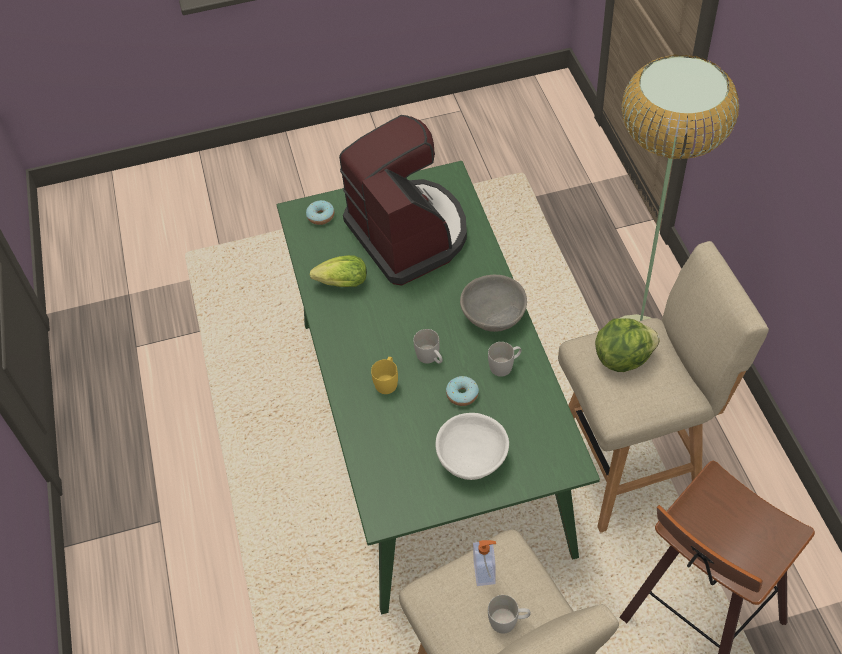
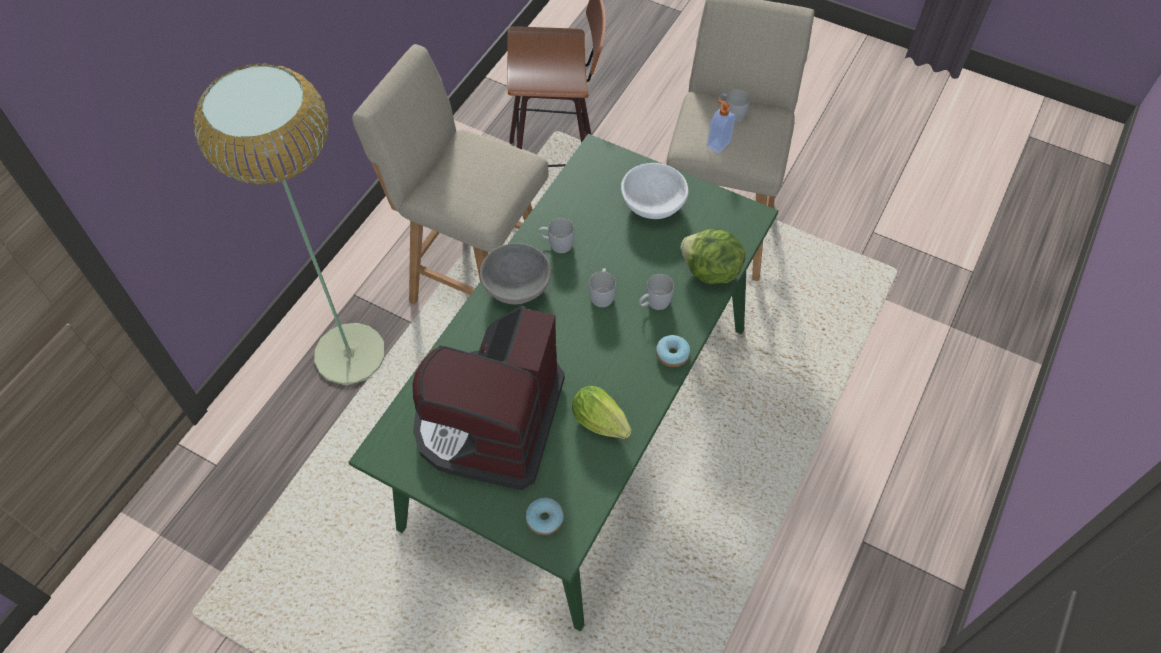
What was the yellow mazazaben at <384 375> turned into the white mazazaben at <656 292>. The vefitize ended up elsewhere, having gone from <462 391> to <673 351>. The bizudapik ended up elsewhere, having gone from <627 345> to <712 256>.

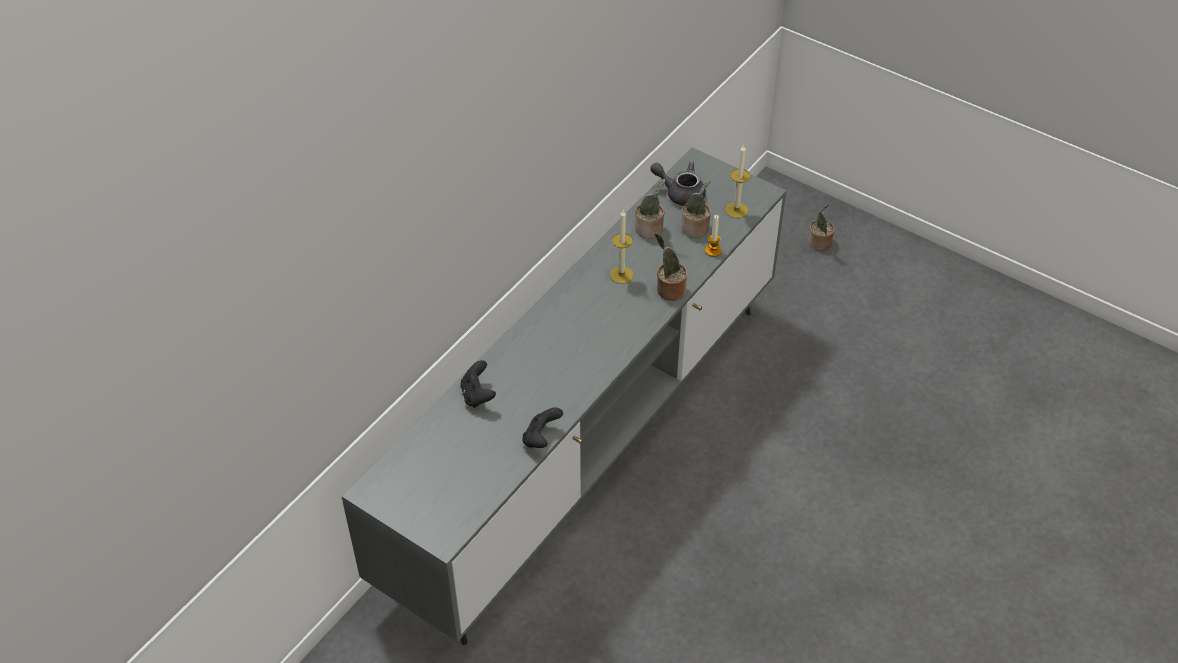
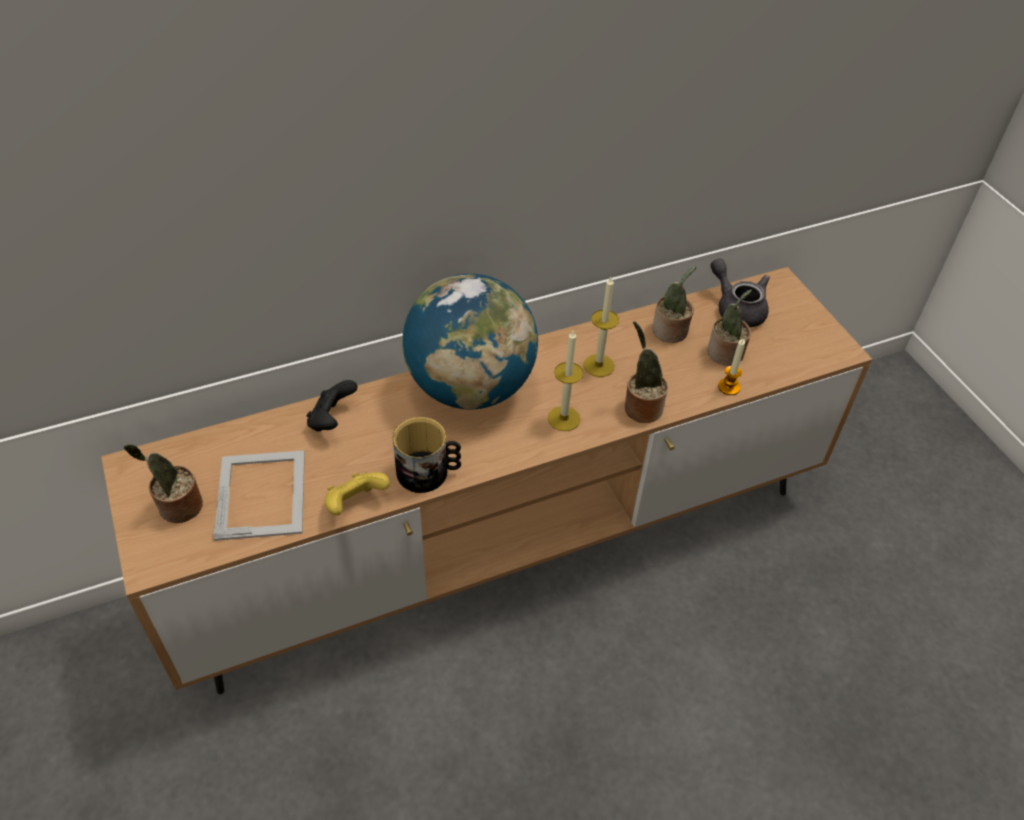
What was the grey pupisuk at <563 396> turned into the brown pupisuk at <486 480>. What was the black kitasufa at <542 427> turned into the yellow kitasufa at <357 493>. The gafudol ended up elsewhere, having gone from <737 181> to <566 380>. The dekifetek ended up elsewhere, having gone from <821 227> to <163 483>. The second view gained the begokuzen at <259 496>. The second view gained the mazazaben at <427 455>. The second view gained the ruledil at <470 342>.

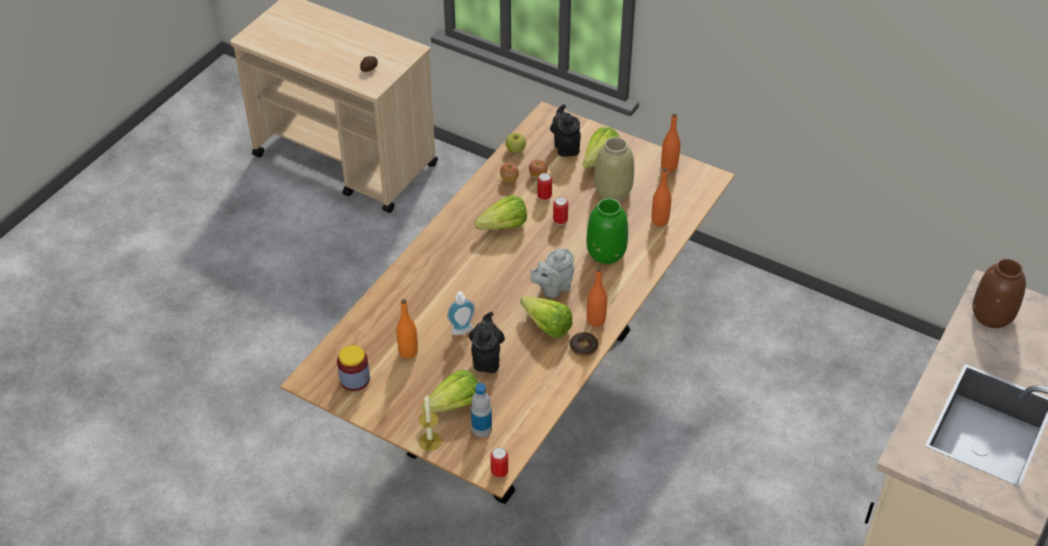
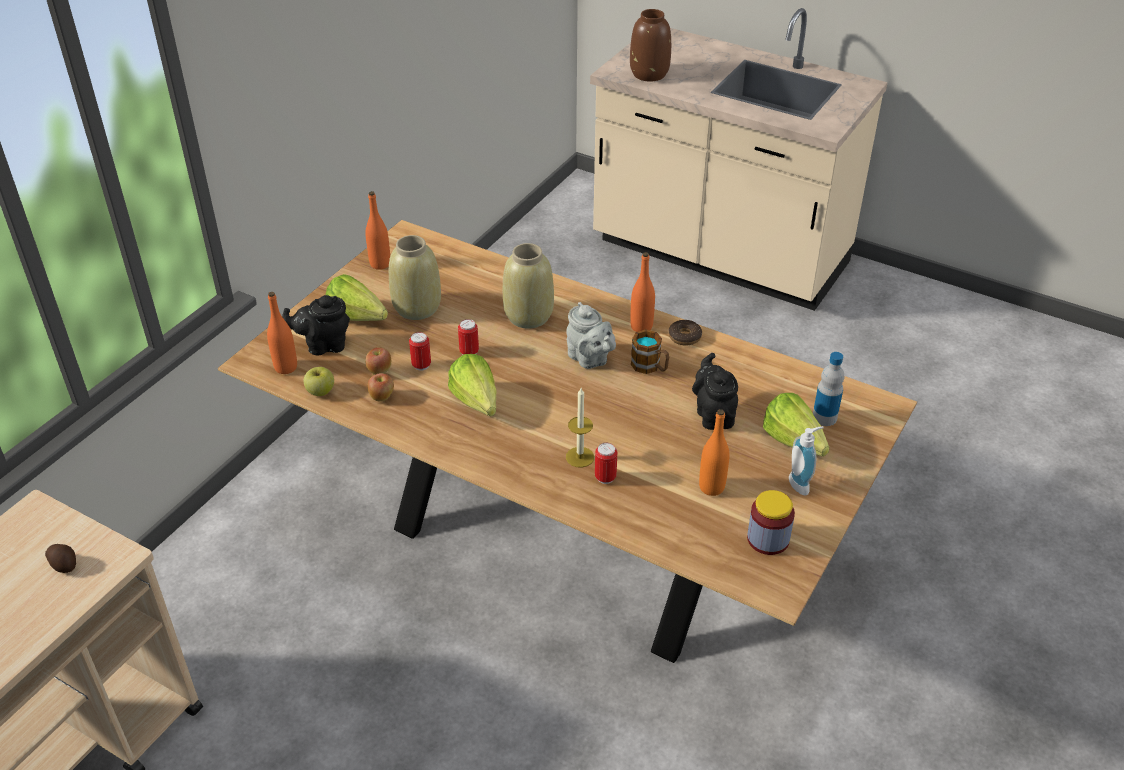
The gafudol ended up elsewhere, having gone from <430 422> to <580 428>. The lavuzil ended up elsewhere, having gone from <461 313> to <806 460>. The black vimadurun at <487 342> ended up facing another way, 75 degrees clockwise from before. The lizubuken ended up elsewhere, having gone from <499 462> to <606 463>. Where the bizudapik stood at <546 317>, the mazazaben came to stand at <650 351>. What was the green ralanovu at <607 231> turned into the beige ralanovu at <528 286>. The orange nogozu ended up elsewhere, having gone from <661 197> to <282 333>.

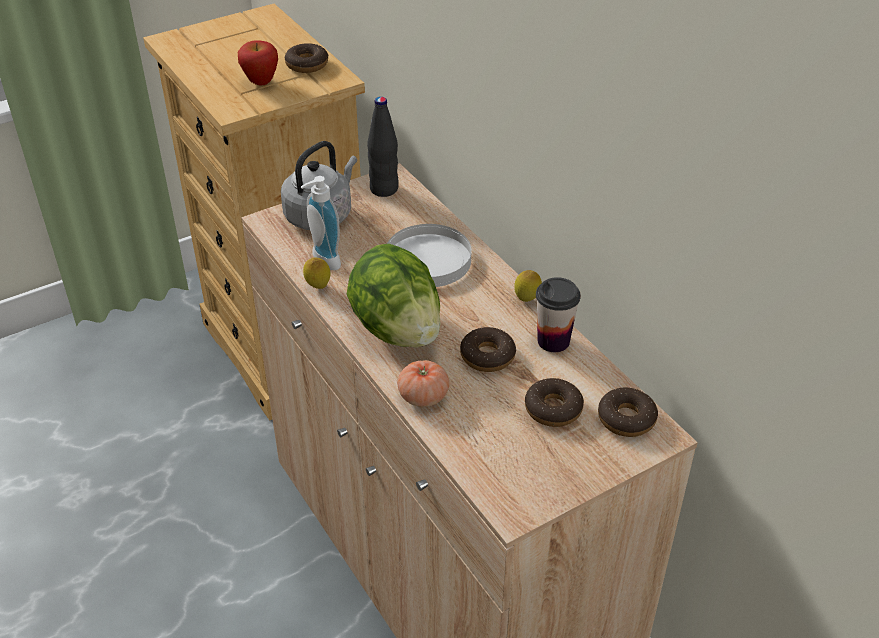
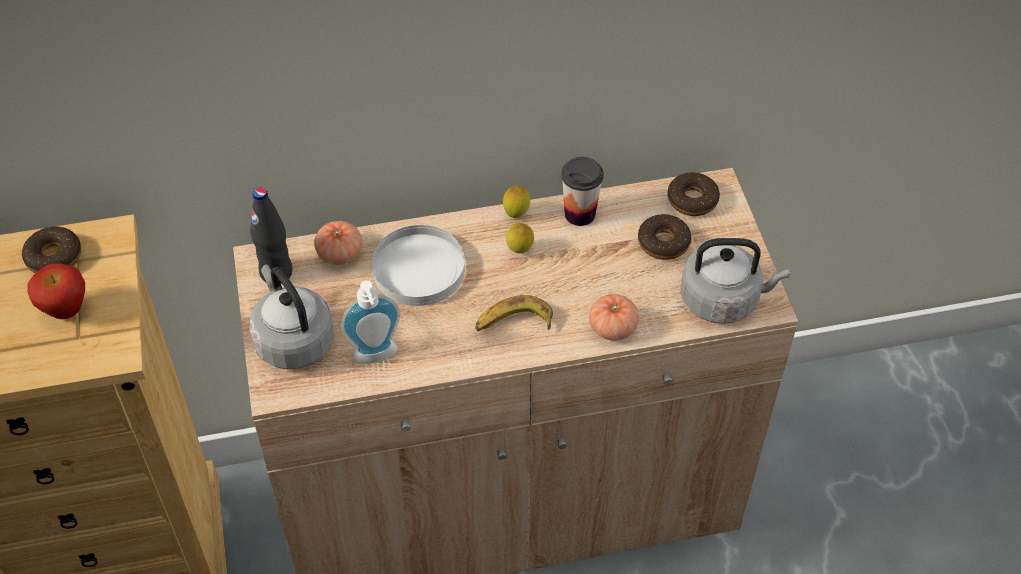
The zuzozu ended up elsewhere, having gone from <317 273> to <520 238>. Where the bizudapik stood at <394 296>, the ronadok came to stand at <514 313>. The second view lost the vefitize at <488 349>. The second view gained the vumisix at <338 243>. The second view gained the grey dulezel at <735 281>.

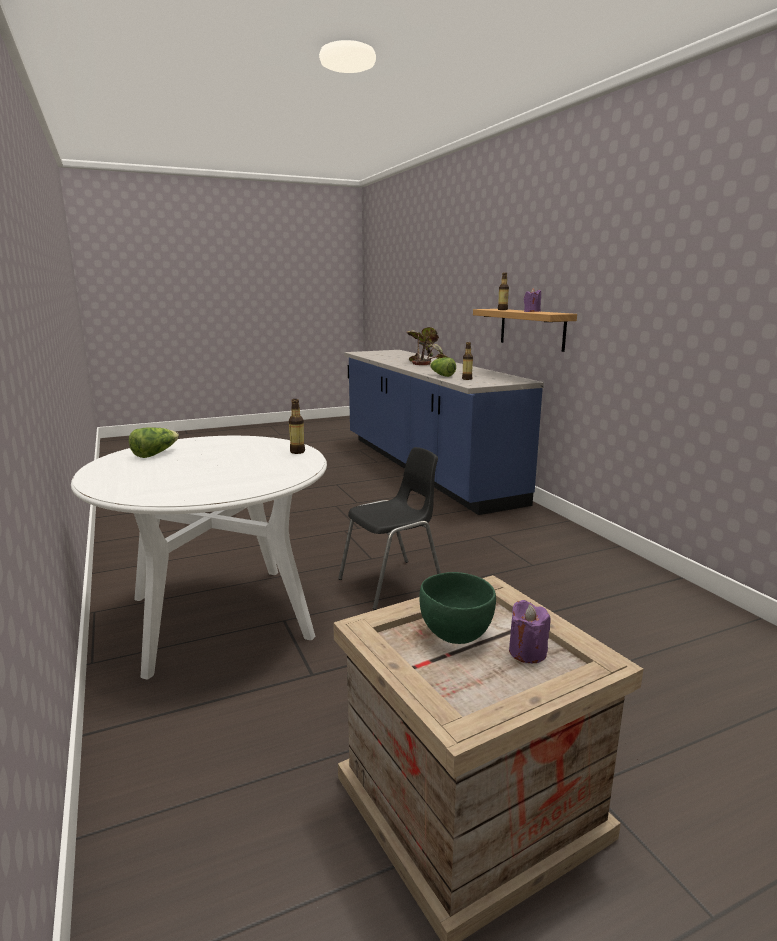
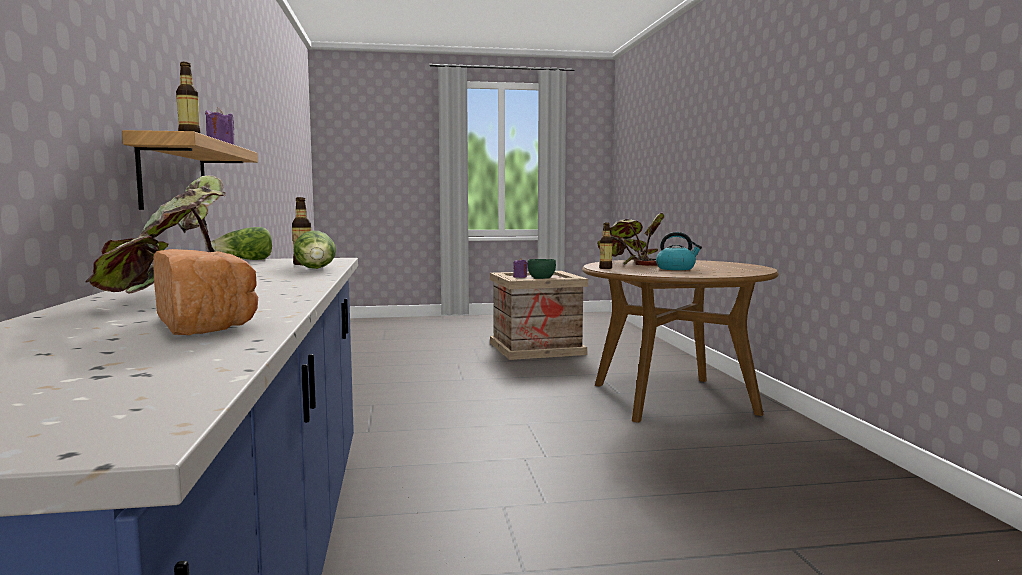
What was the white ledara at <199 558> turned into the brown ledara at <680 341>. The bizudapik ended up elsewhere, having gone from <154 442> to <241 243>. The second view lost the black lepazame at <389 528>. The second view gained the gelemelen at <205 292>. The second view gained the dekifetek at <630 239>. The second view gained the dulezel at <679 251>.

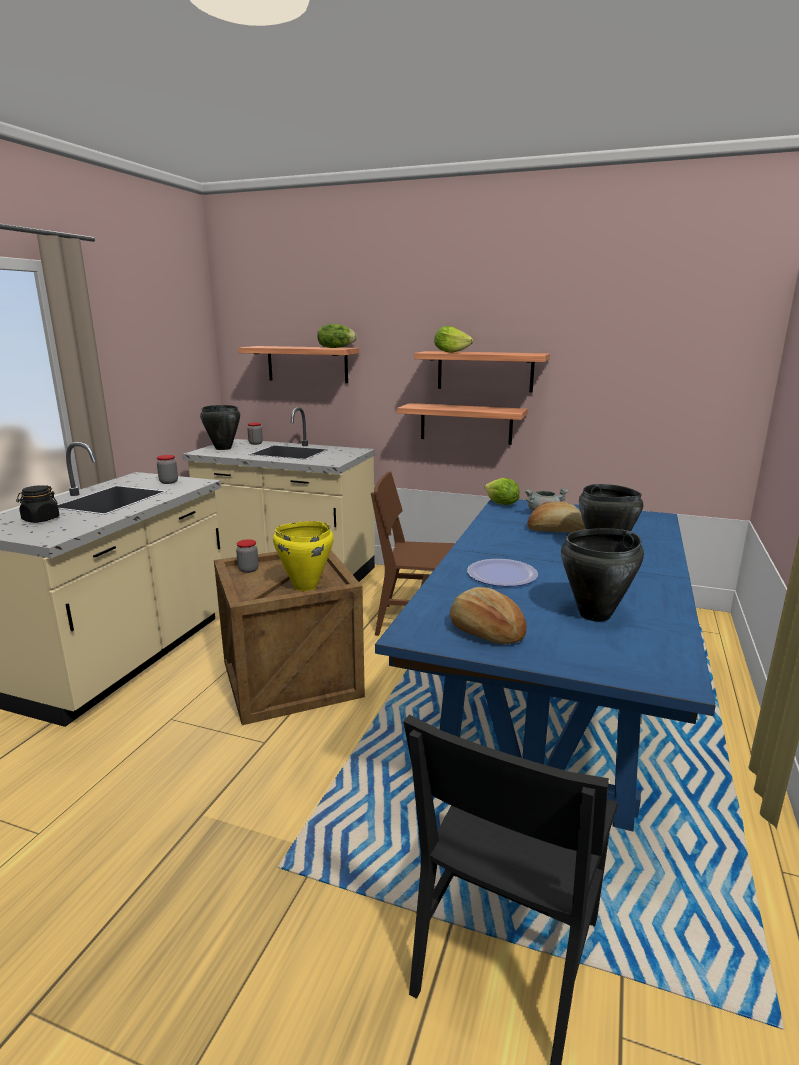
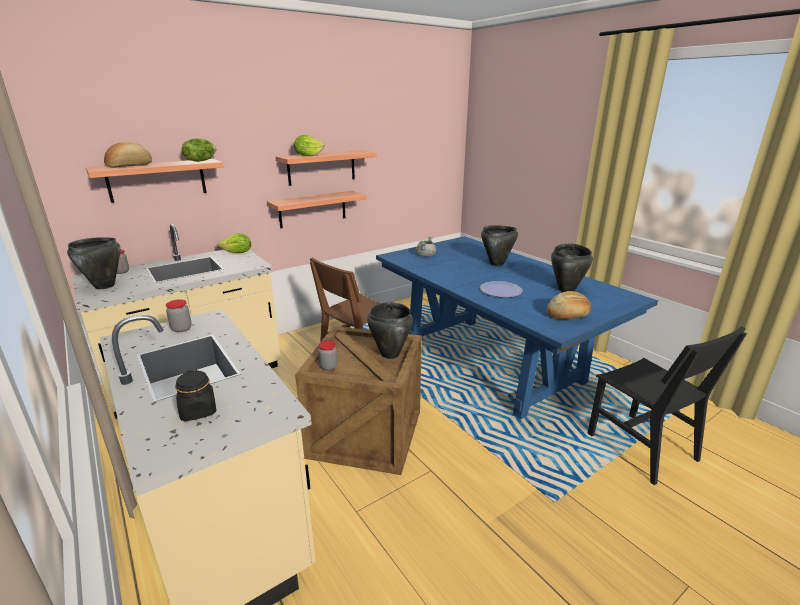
What was the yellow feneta at <303 556> turned into the black feneta at <390 330>. The bizudapik ended up elsewhere, having gone from <502 491> to <234 243>. The gelemelen ended up elsewhere, having gone from <556 517> to <128 155>.

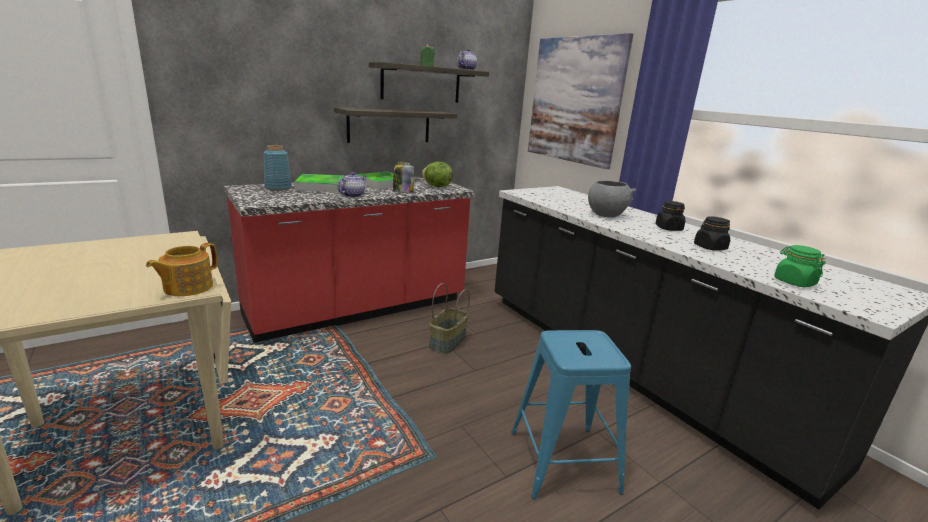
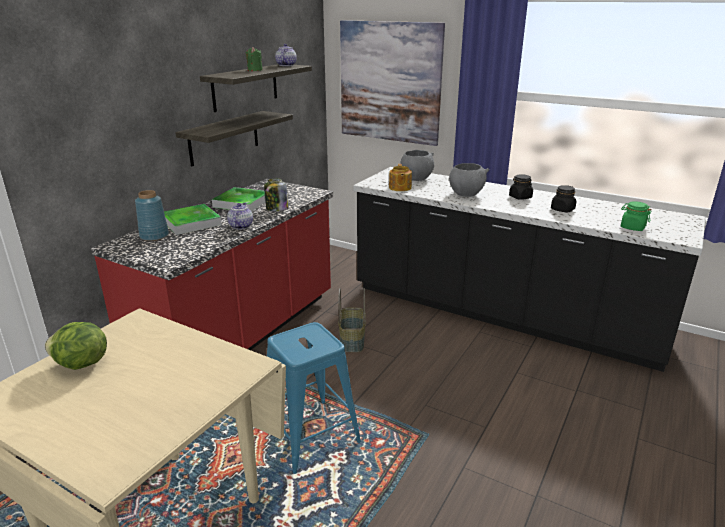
The vimadurun ended up elsewhere, having gone from <182 269> to <400 177>. The bizudapik ended up elsewhere, having gone from <437 174> to <76 346>. The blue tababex ended up elsewhere, having gone from <571 414> to <314 398>. The second view gained the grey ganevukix at <417 165>.

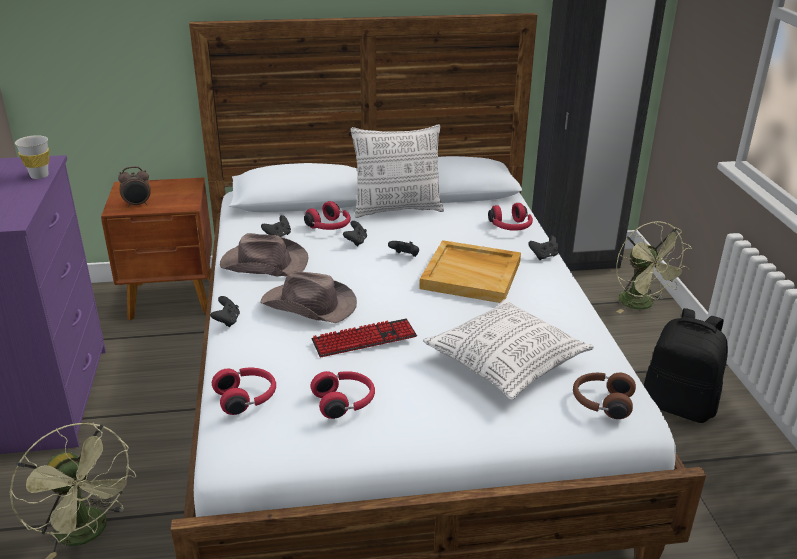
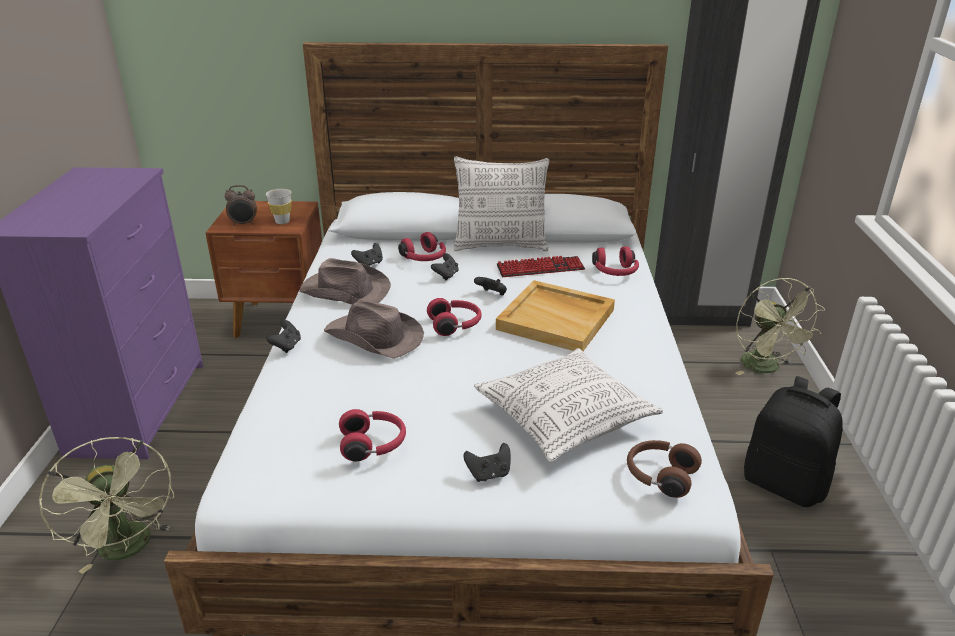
The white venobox ended up elsewhere, having gone from <32 157> to <279 206>. The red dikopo ended up elsewhere, having gone from <244 391> to <454 317>. The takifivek ended up elsewhere, having gone from <364 338> to <541 266>. The black kitasufa ended up elsewhere, having gone from <543 247> to <487 462>.

